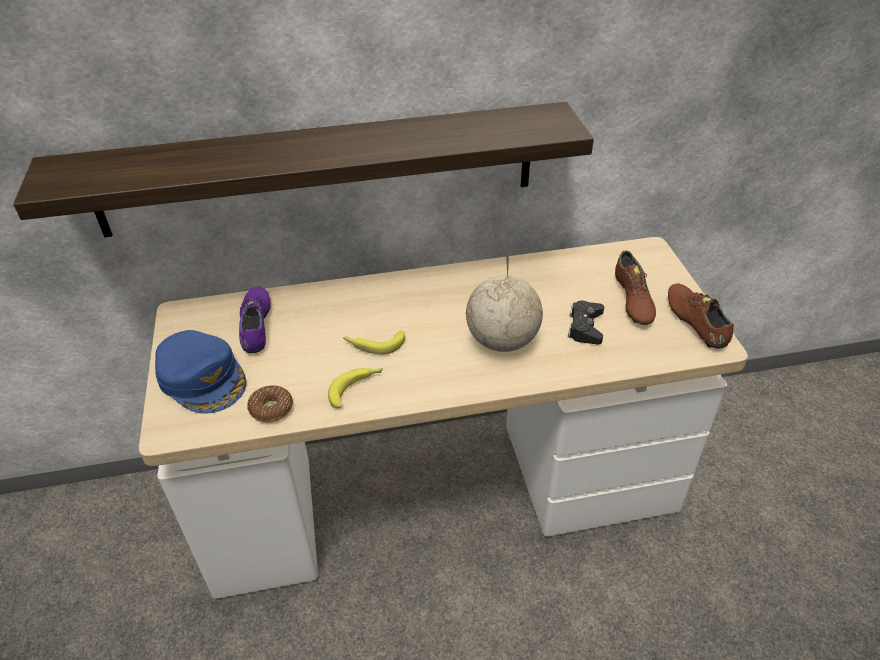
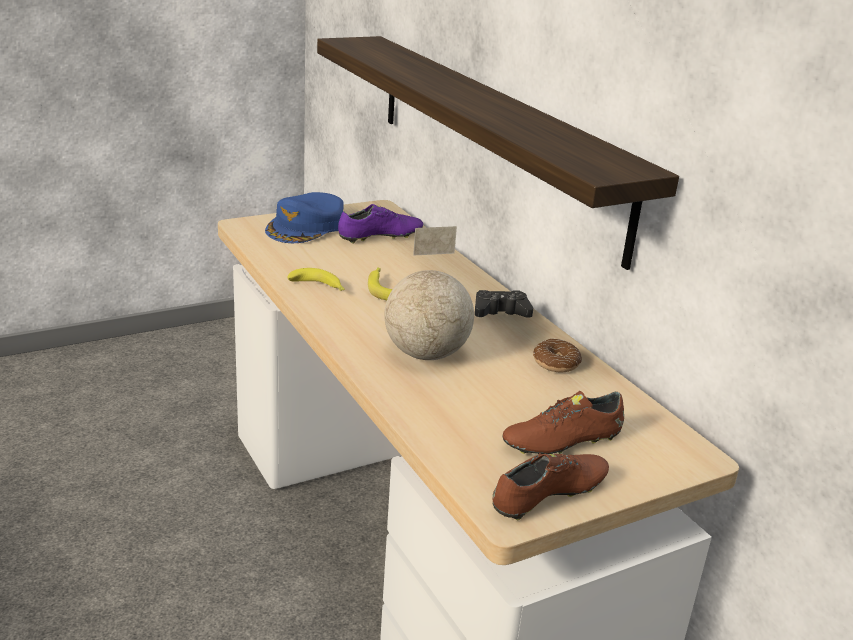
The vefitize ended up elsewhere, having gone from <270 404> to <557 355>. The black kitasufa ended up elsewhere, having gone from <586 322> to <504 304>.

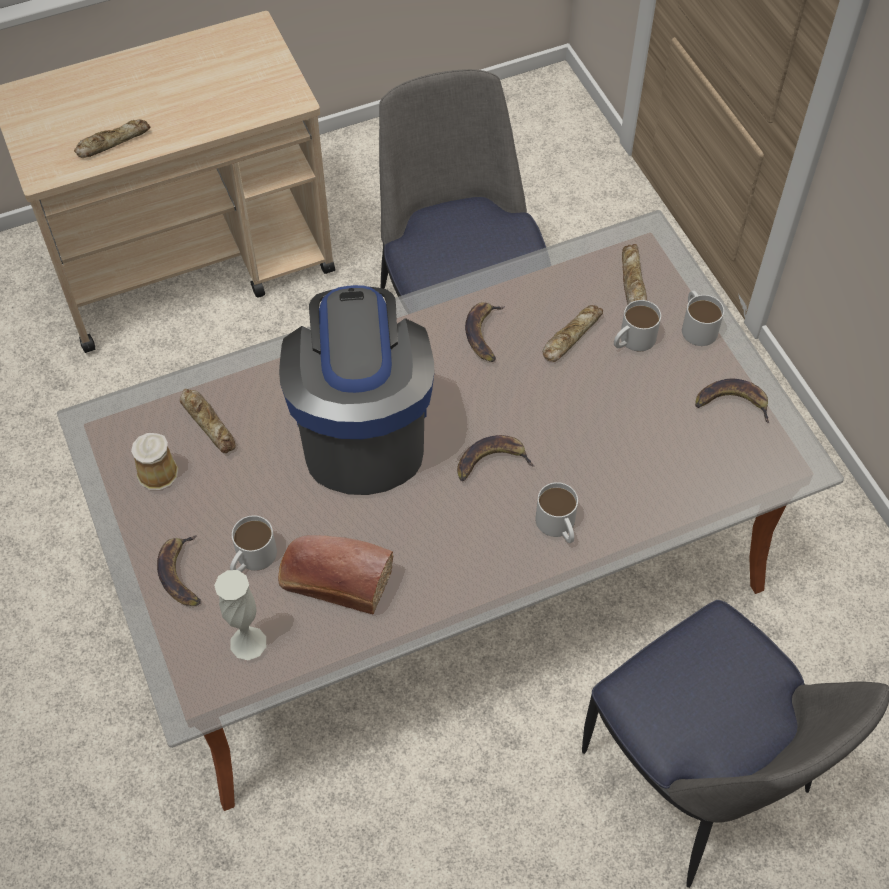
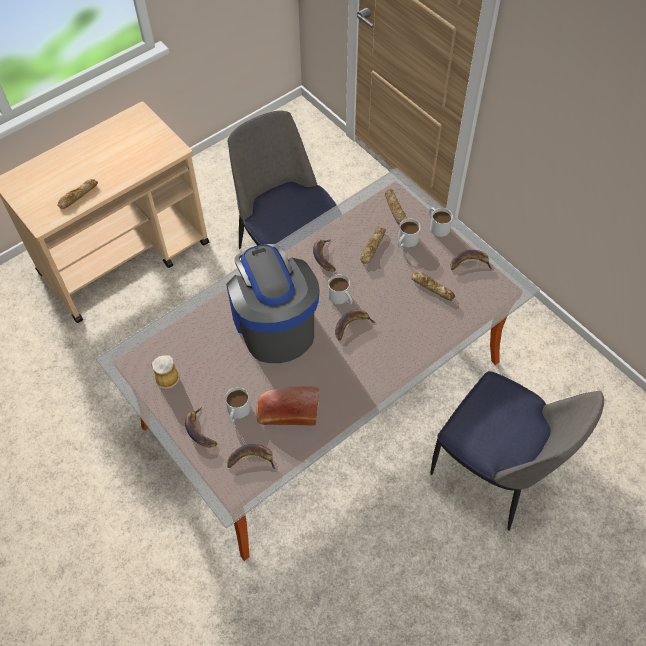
The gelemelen ended up elsewhere, having gone from <208 421> to <433 286>. Where the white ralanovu stood at <240 615>, the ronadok came to stand at <251 456>. The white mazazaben ended up elsewhere, having gone from <556 512> to <340 289>.

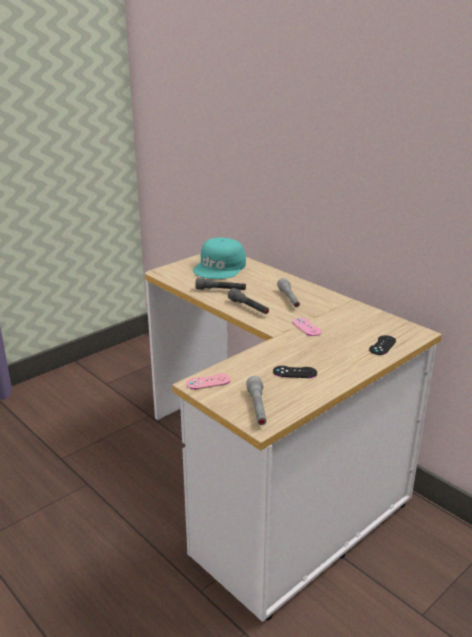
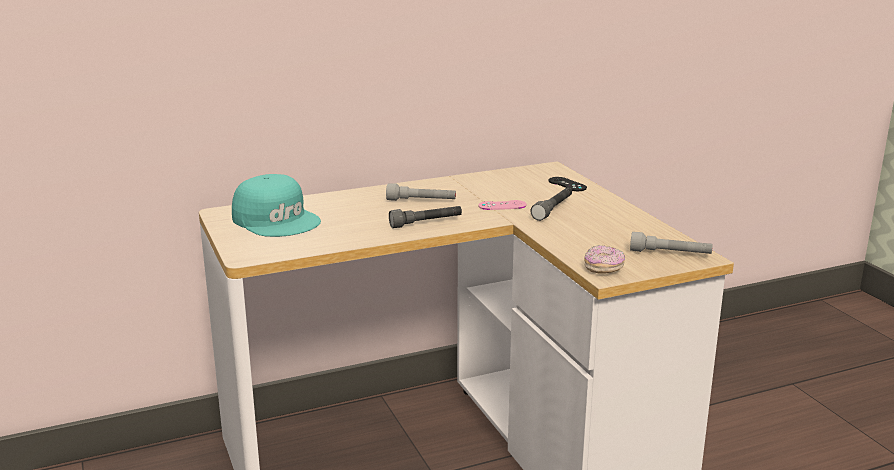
Where the pink kitasufa stood at <208 381>, the vefitize came to stand at <604 259>. The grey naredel ended up elsewhere, having gone from <220 283> to <551 204>. The second view lost the black kitasufa at <295 372>.

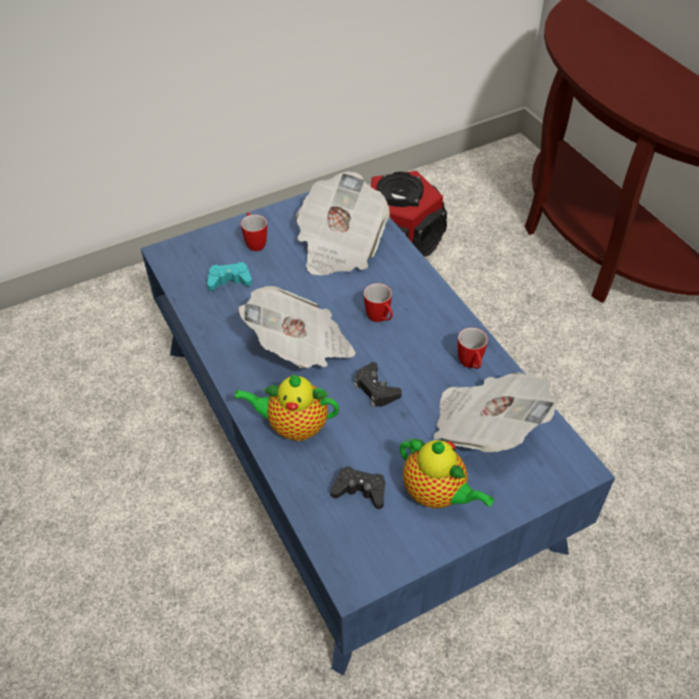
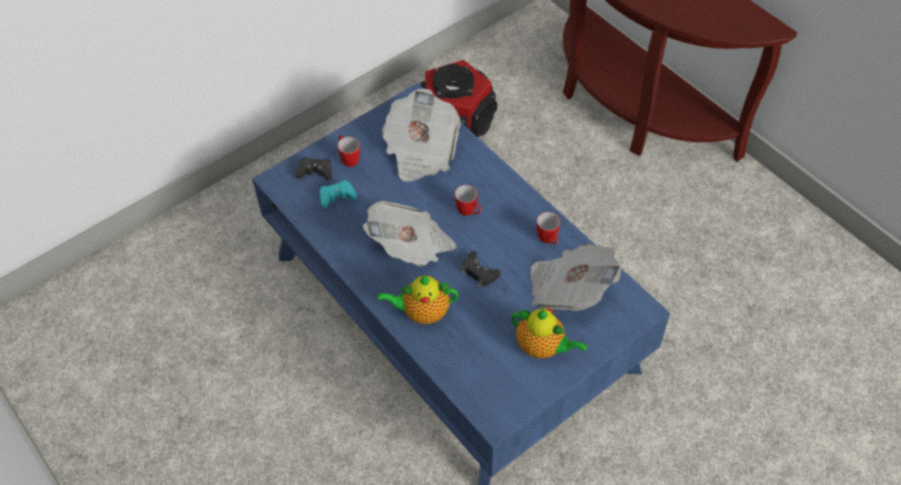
The black kitasufa ended up elsewhere, having gone from <358 487> to <313 169>.

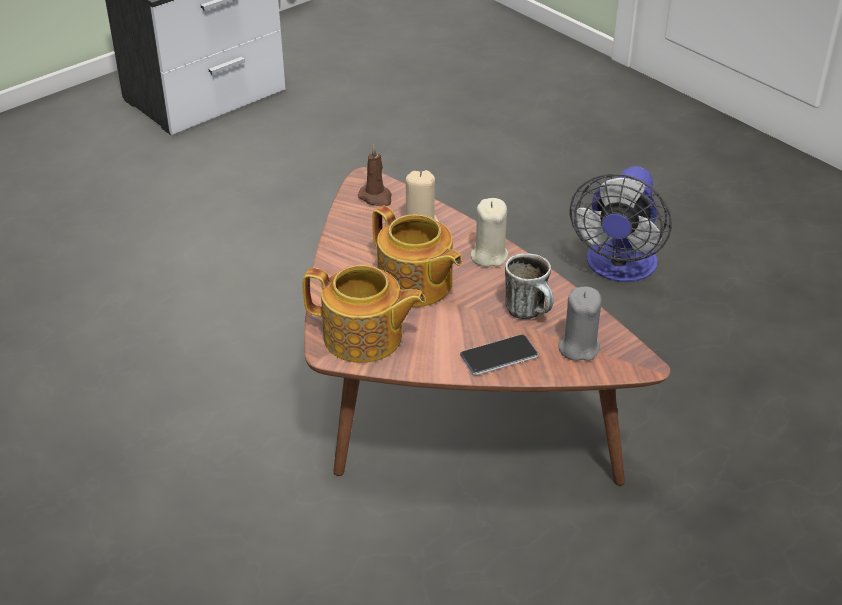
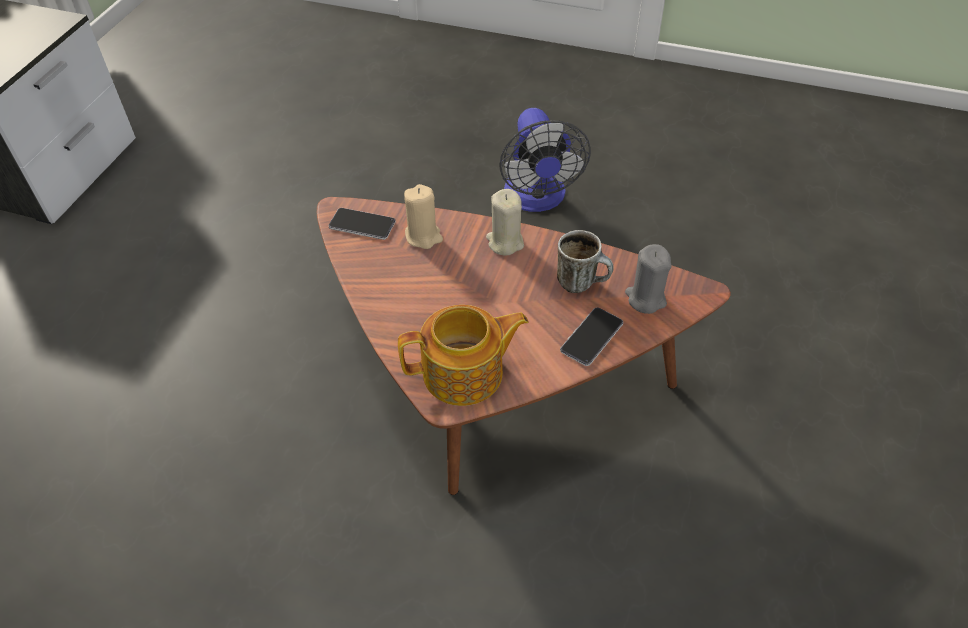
Where the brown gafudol stood at <375 175>, the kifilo came to stand at <362 224>. The second view lost the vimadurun at <417 256>.

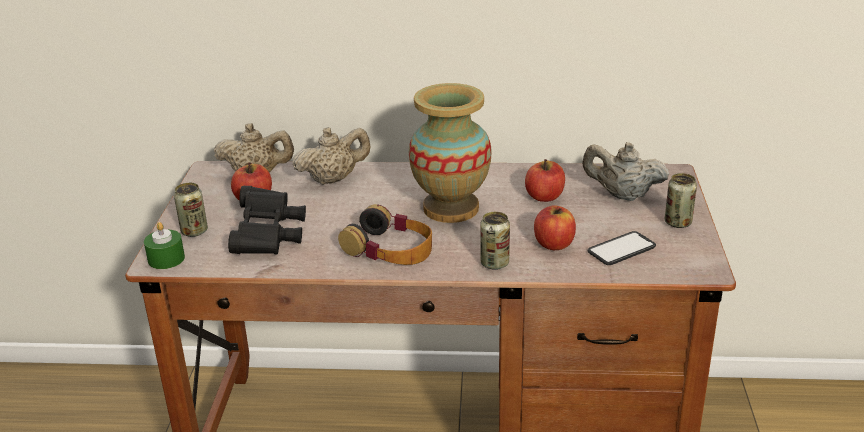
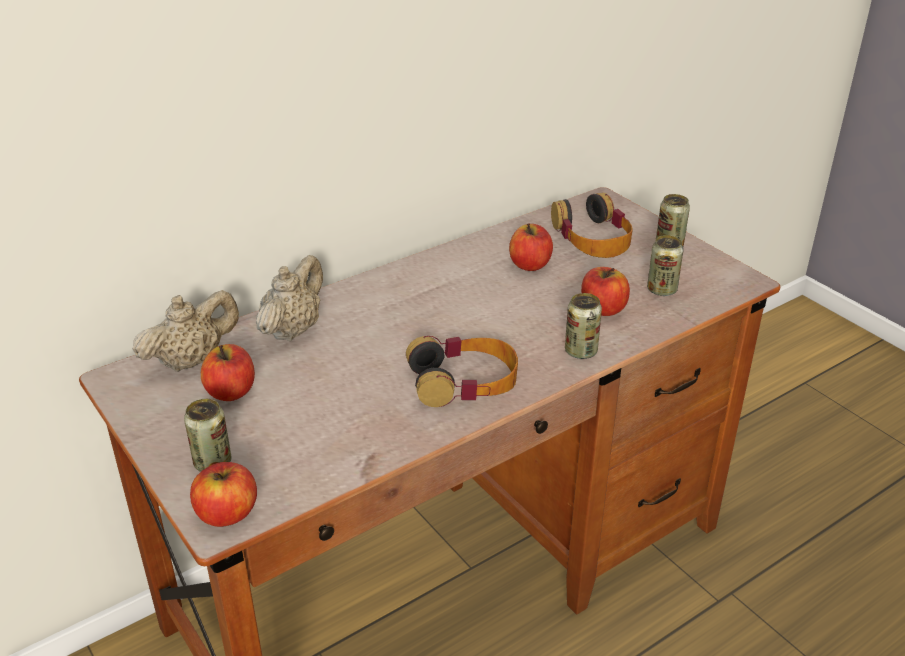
Where the green gafudol stood at <164 245>, the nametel came to stand at <223 494>. The second view lost the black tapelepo at <267 220>. The second view lost the ralanovu at <450 153>. Where the beige vimadurun stood at <625 171>, the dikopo came to stand at <592 225>. Where the kifilo stood at <621 248>, the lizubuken came to stand at <665 265>.

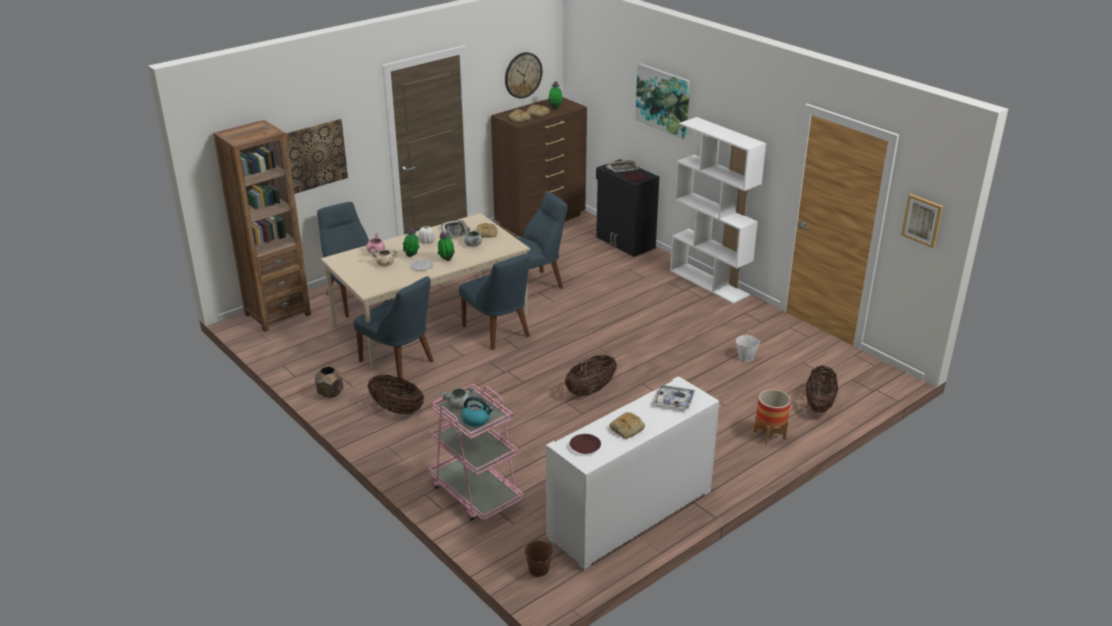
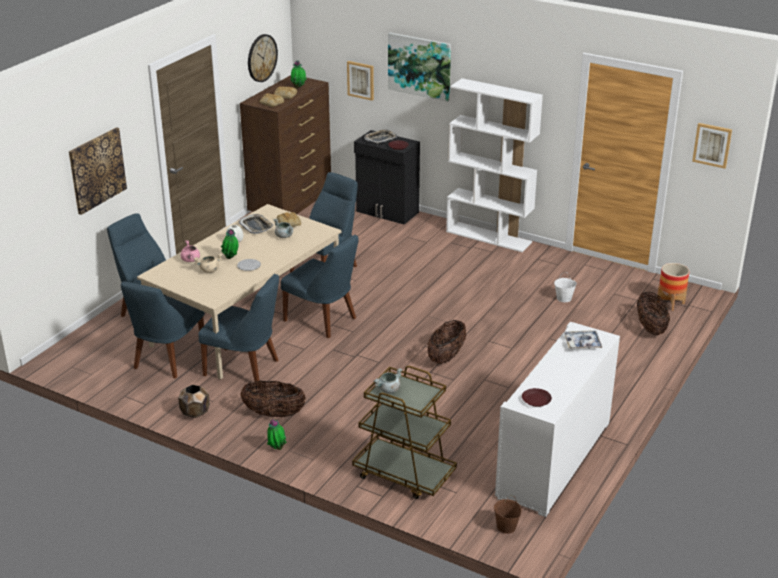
The second view lost the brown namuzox at <262 226>. What was the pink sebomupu at <476 452> turned into the brown sebomupu at <404 432>. The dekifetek ended up elsewhere, having gone from <446 246> to <276 434>. The second view lost the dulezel at <477 411>. The second view lost the gelemelen at <627 425>. The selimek ended up elsewhere, having gone from <772 417> to <673 287>. The second view gained the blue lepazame at <162 329>. The second view gained the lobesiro at <360 81>.

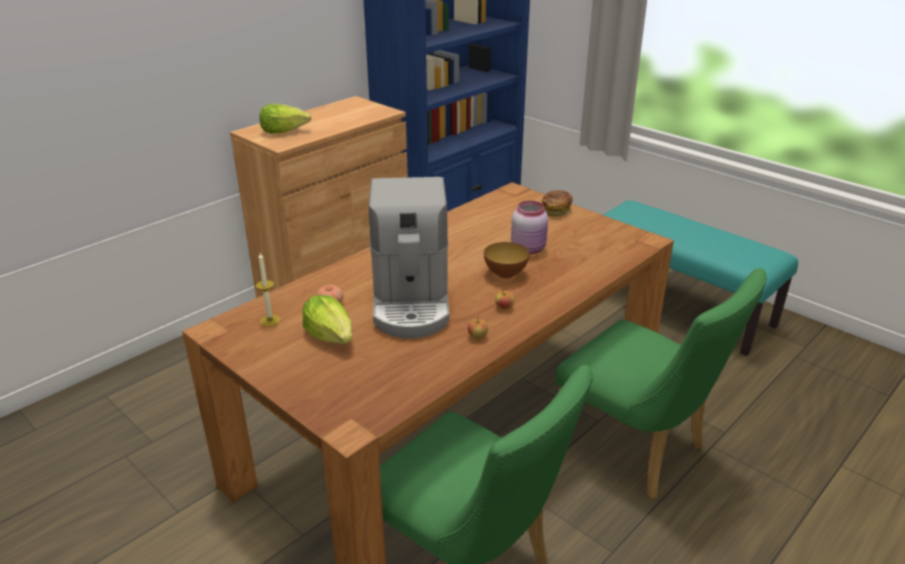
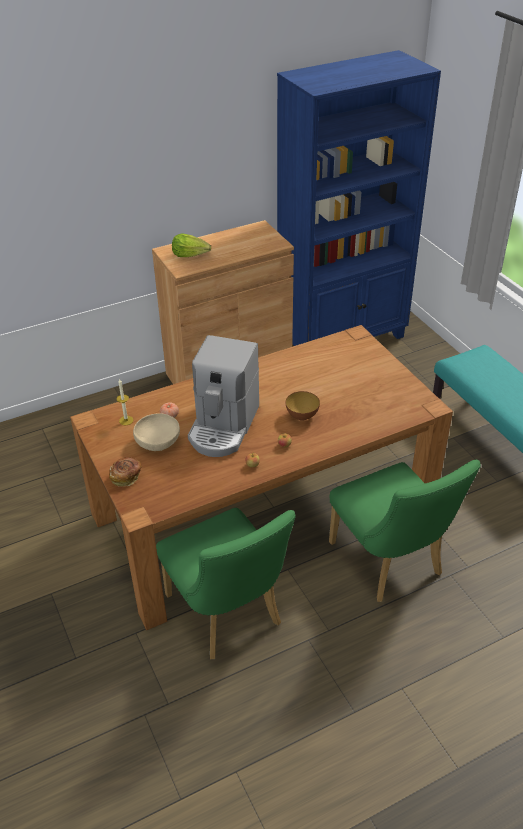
Where the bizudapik stood at <327 319>, the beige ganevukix came to stand at <156 432>. The second view lost the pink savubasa at <529 228>. The gelemelen ended up elsewhere, having gone from <557 203> to <125 471>.

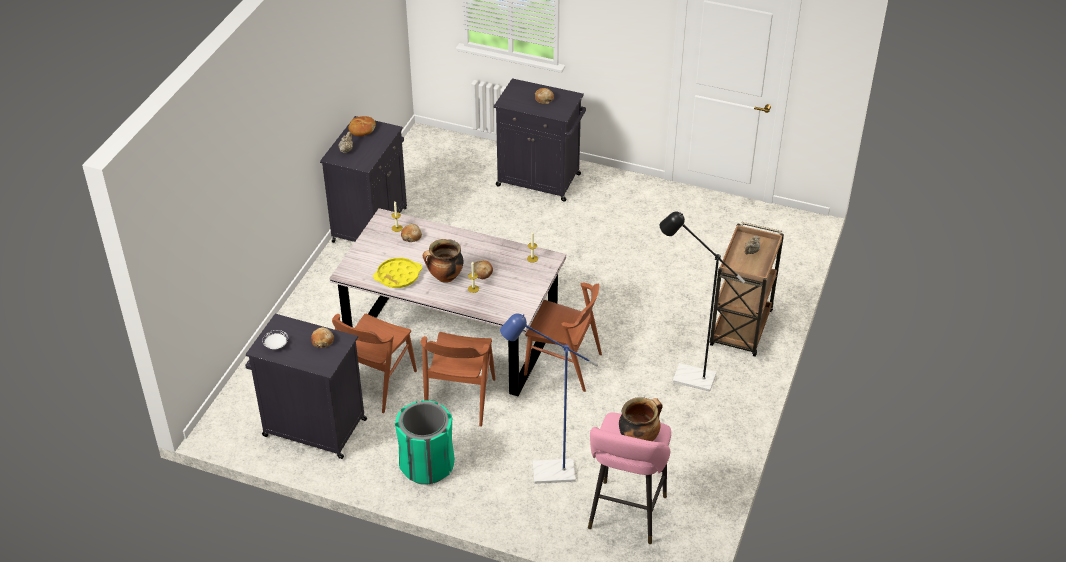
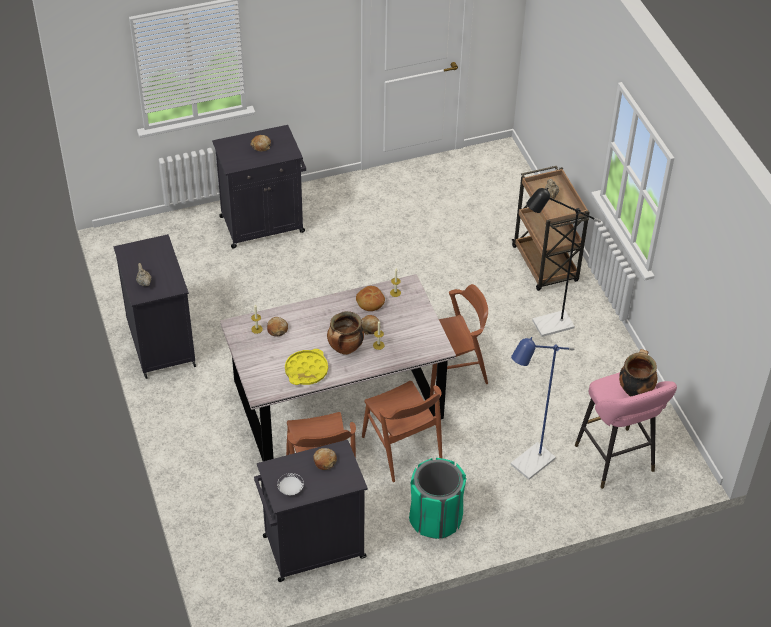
The gelemelen ended up elsewhere, having gone from <362 126> to <370 298>.

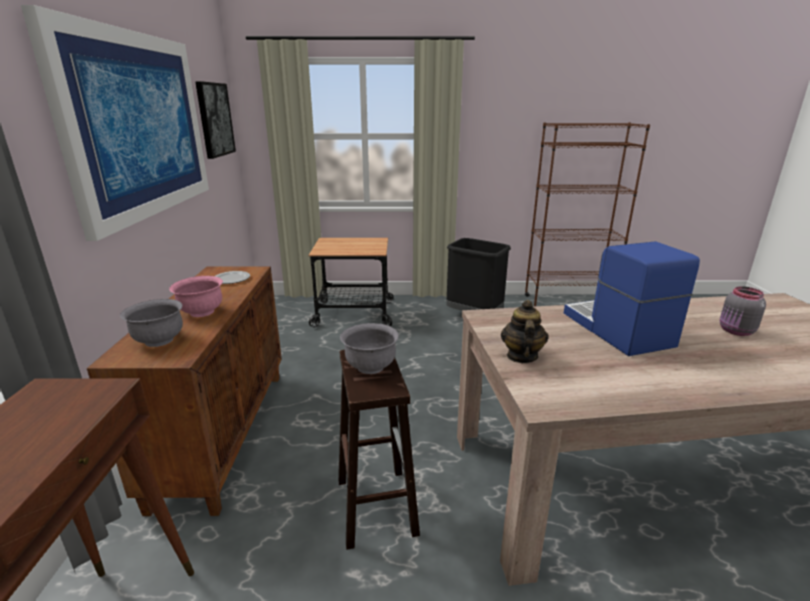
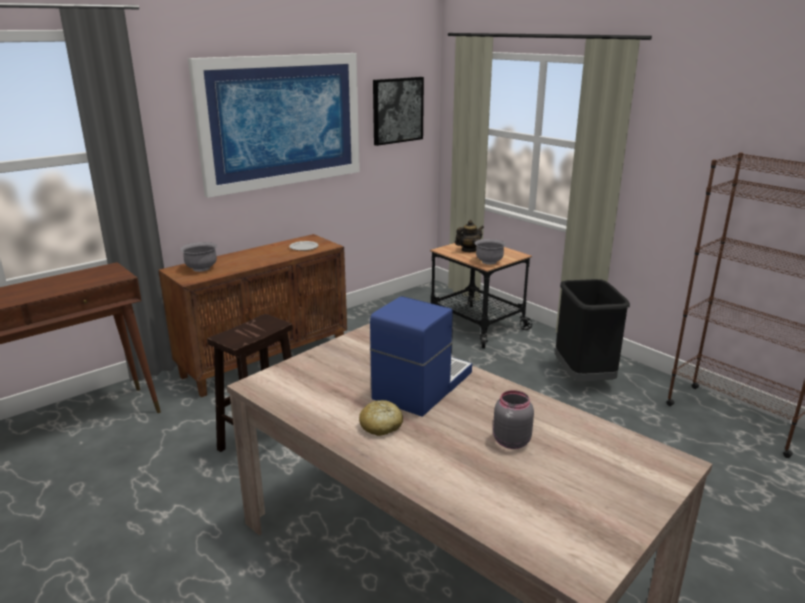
The second view lost the pink ganevukix at <196 296>. The grey ganevukix ended up elsewhere, having gone from <369 348> to <490 252>. The vimadurun ended up elsewhere, having gone from <525 331> to <469 236>. The second view gained the gelemelen at <381 418>.

